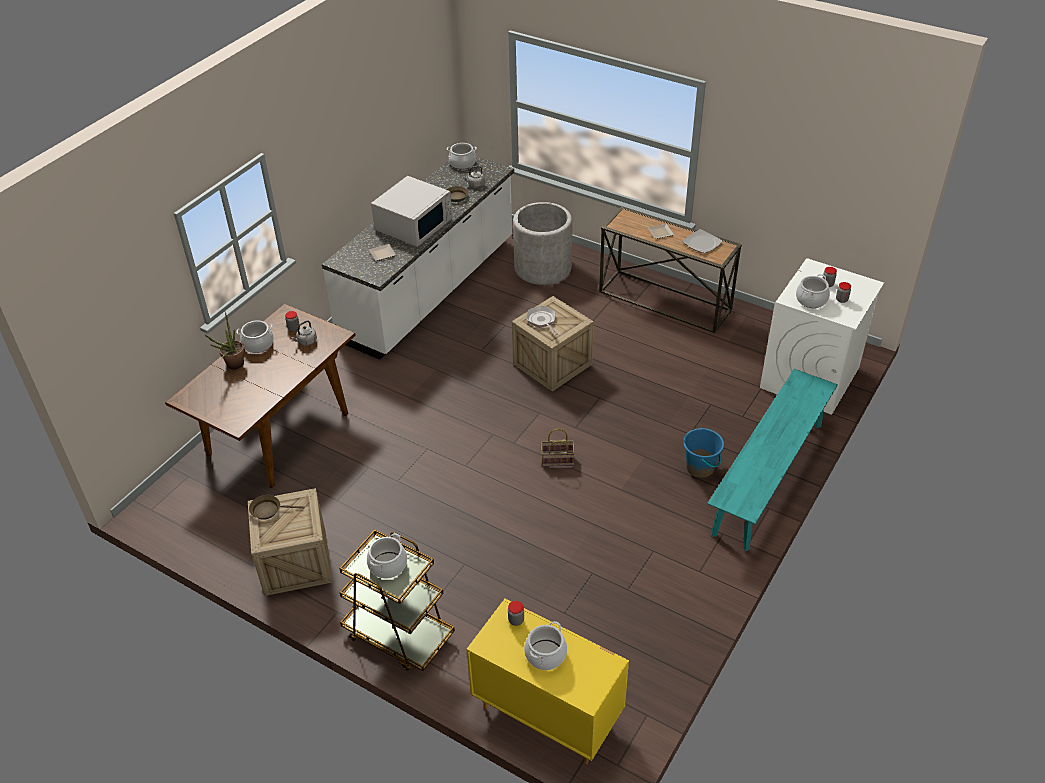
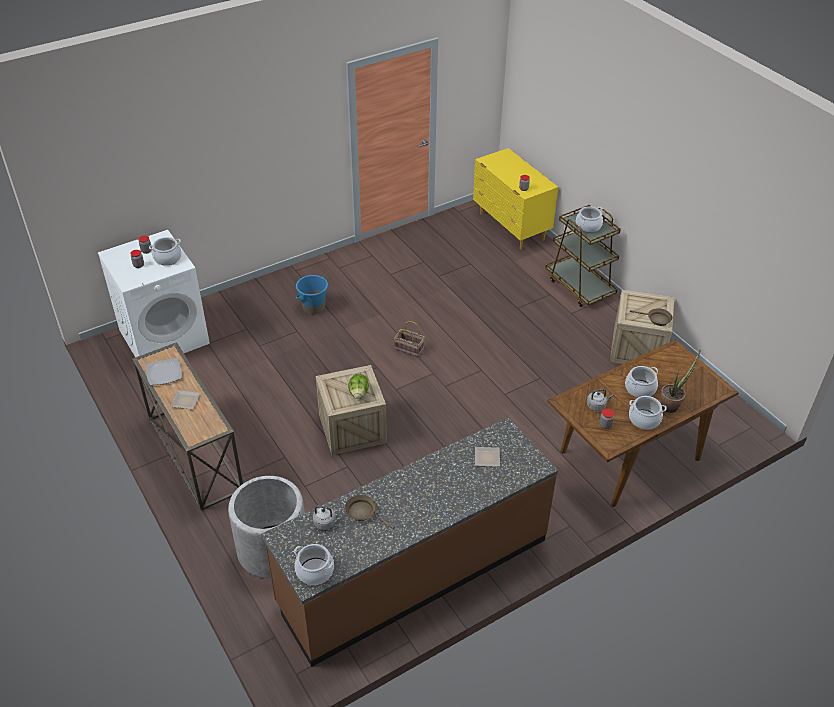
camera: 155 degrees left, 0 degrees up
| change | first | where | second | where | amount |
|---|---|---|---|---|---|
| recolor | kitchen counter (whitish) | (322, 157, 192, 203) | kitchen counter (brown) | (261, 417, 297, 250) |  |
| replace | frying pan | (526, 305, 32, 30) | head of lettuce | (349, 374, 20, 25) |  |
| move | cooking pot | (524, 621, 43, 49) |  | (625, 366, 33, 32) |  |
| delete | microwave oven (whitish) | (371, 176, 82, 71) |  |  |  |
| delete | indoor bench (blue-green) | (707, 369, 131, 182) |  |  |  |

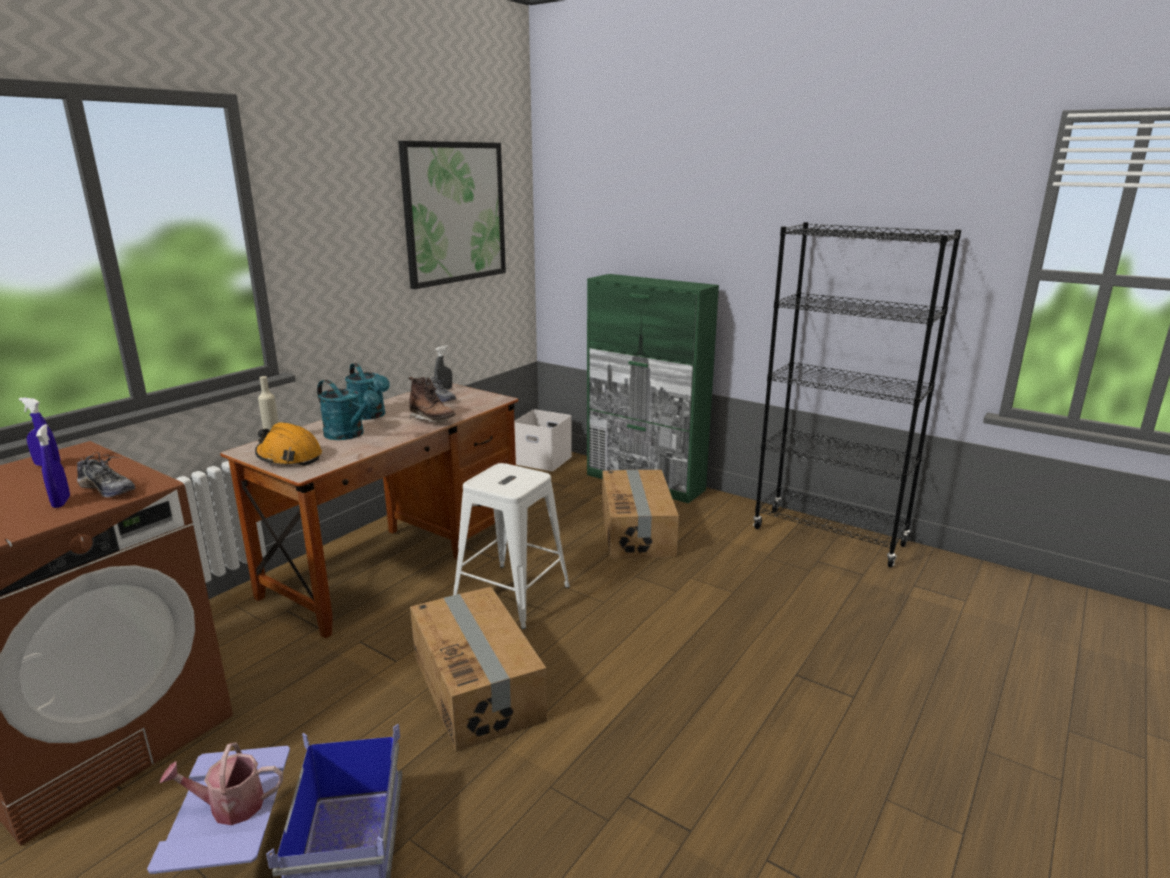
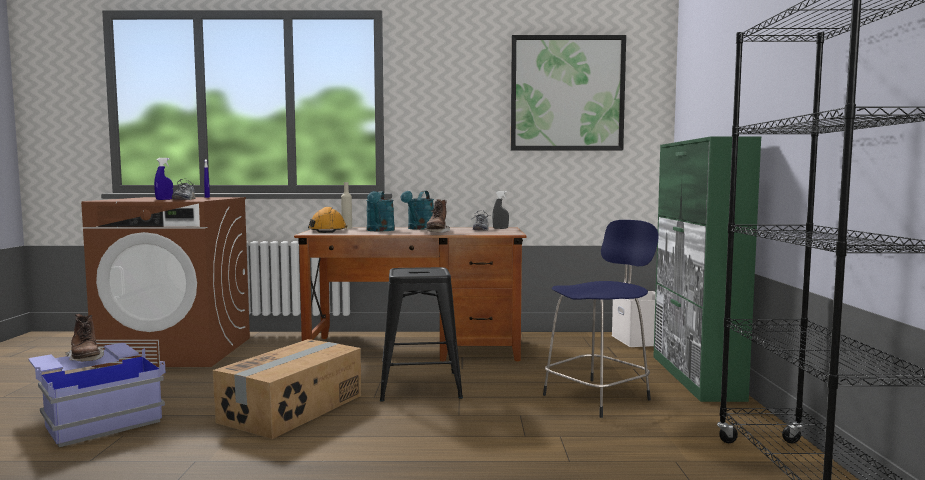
camera: 55 degrees right, 15 degrees down
| change | first | where | second | where | amount |
|---|---|---|---|---|---|
| replace | sprinkling can | (160, 742, 123, 83) | high-top boot (brown) | (66, 314, 38, 48) |  |
| recolor | stool (whitish) | (453, 463, 117, 166) | stool (black-coloured) | (380, 267, 83, 135) |  |
| replace | cardboard box | (602, 470, 77, 89) | stool (blue) | (543, 220, 116, 198) |  |

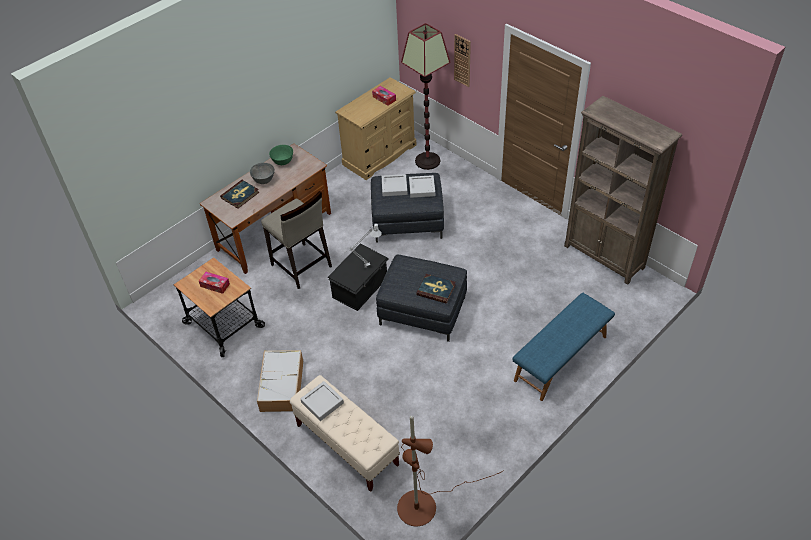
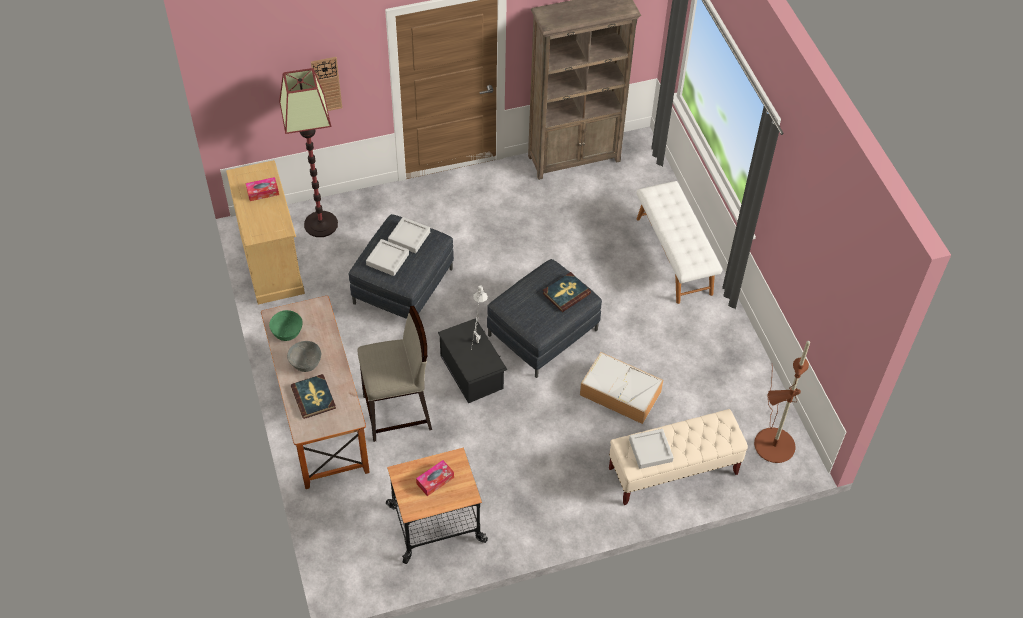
camera: 65 degrees left, 5 degrees up
| change | first | where | second | where | amount |
|---|---|---|---|---|---|
| move | storage container | (257, 350, 46, 62) |  | (580, 352, 83, 72) |  |
| recolor | indoor bench (blue) | (512, 293, 103, 108) | indoor bench (whitish) | (636, 181, 86, 123) |  |

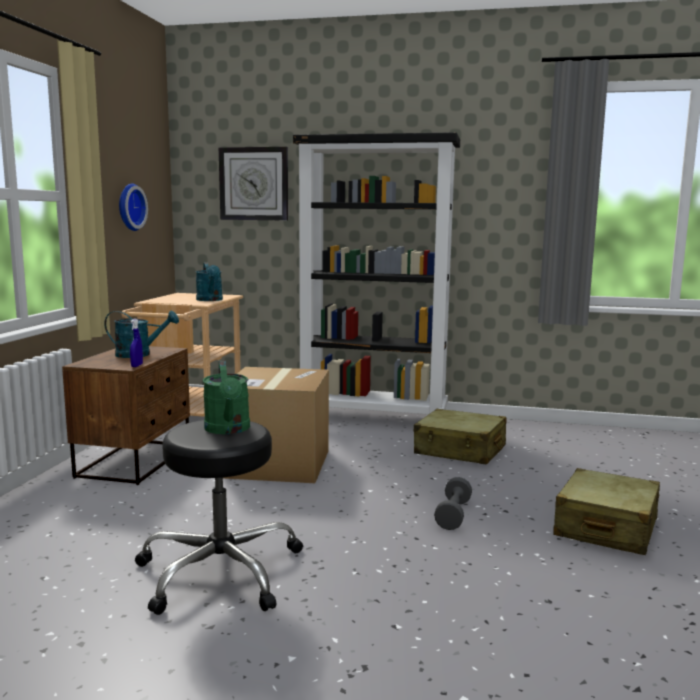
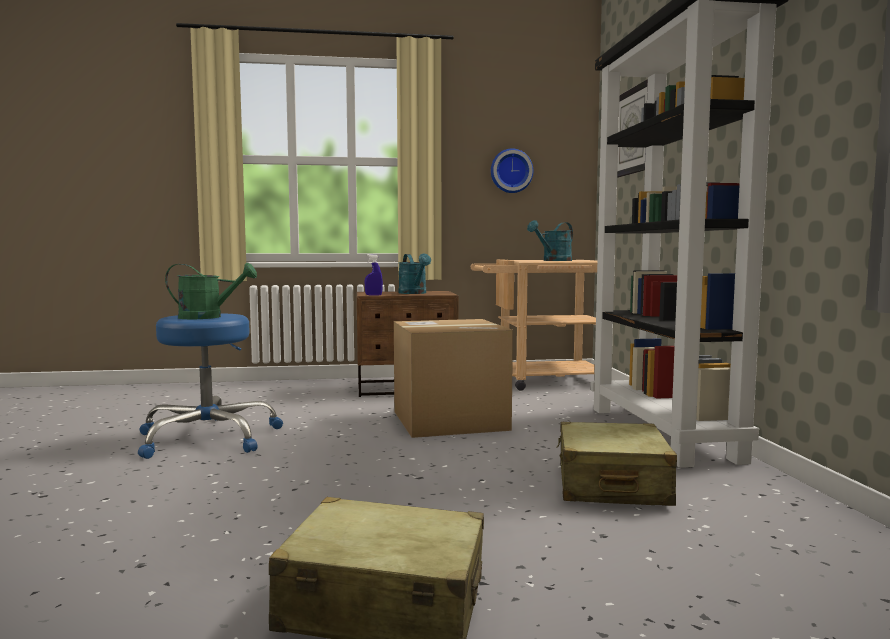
camera: 70 degrees right, 5 degrees down
| change | first | where | second | where | amount |
|---|---|---|---|---|---|
| recolor | stool (black-coloured) | (135, 420, 168, 195) | stool (blue) | (138, 313, 145, 146) |  |
| rotate | sprinkling can (green-coloured) | (203, 361, 47, 73) |  | (165, 263, 92, 56) | 150 degrees counterclockwise |
| delete | dumbbell (greyish) | (434, 477, 38, 53) |  |  |  |

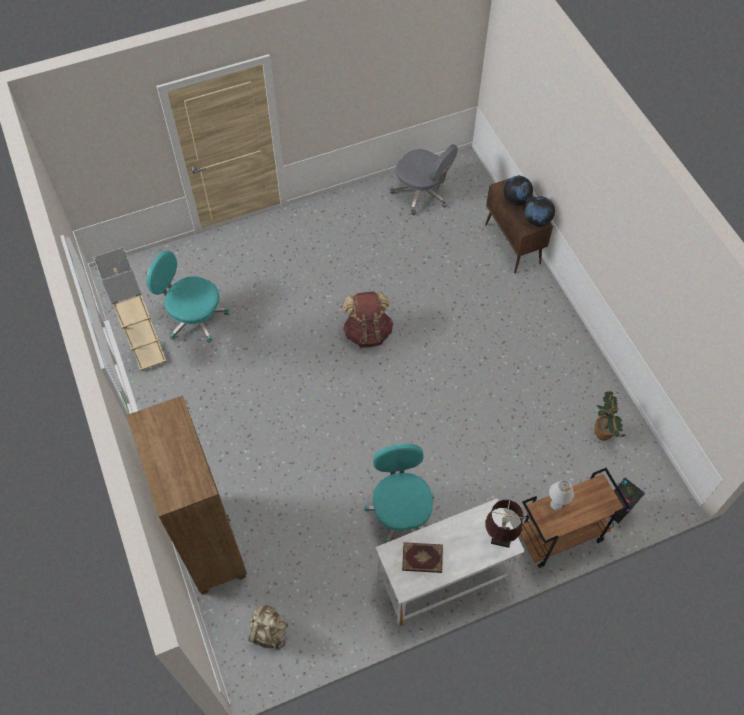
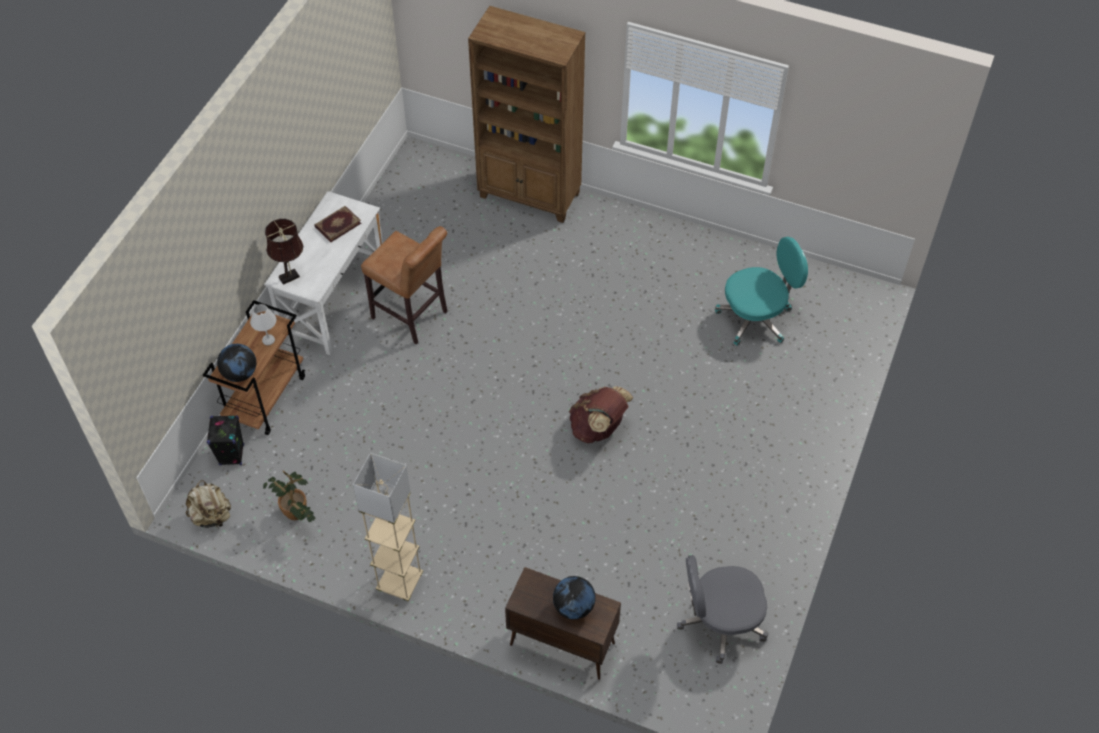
camera: 135 degrees right, 5 degrees down
| change | first | where | second | where | amount |
|---|---|---|---|---|---|
| move | rucksack (beige-coloured) | (248, 603, 40, 47) |  | (186, 480, 45, 48) |  |
| move | world globe | (525, 196, 30, 31) |  | (217, 344, 39, 38) |  |
| move | standard lamp (beige-coloured) | (93, 247, 73, 124) |  | (353, 453, 70, 149) |  |
| replace | computer chair (blue-green) | (365, 444, 69, 99) | stool (brown) | (361, 226, 87, 118) |  |

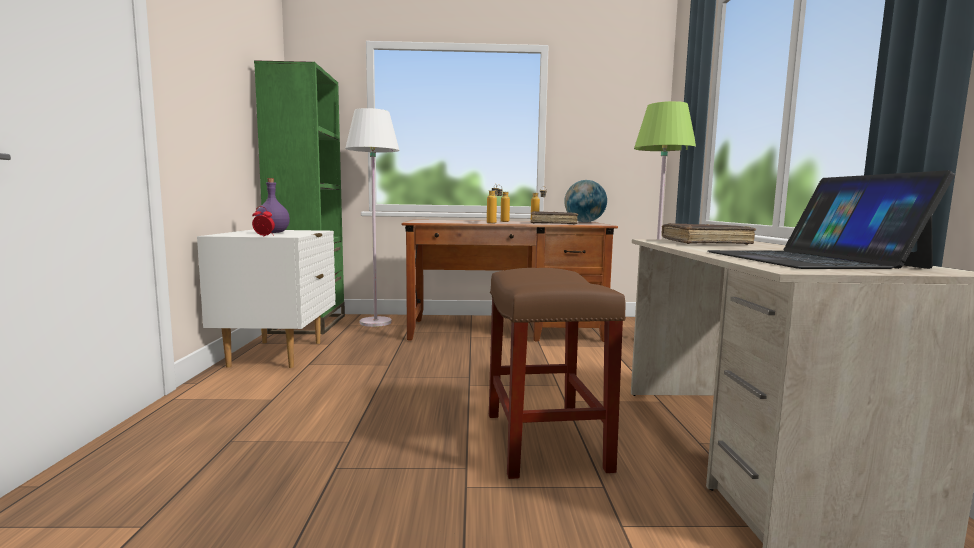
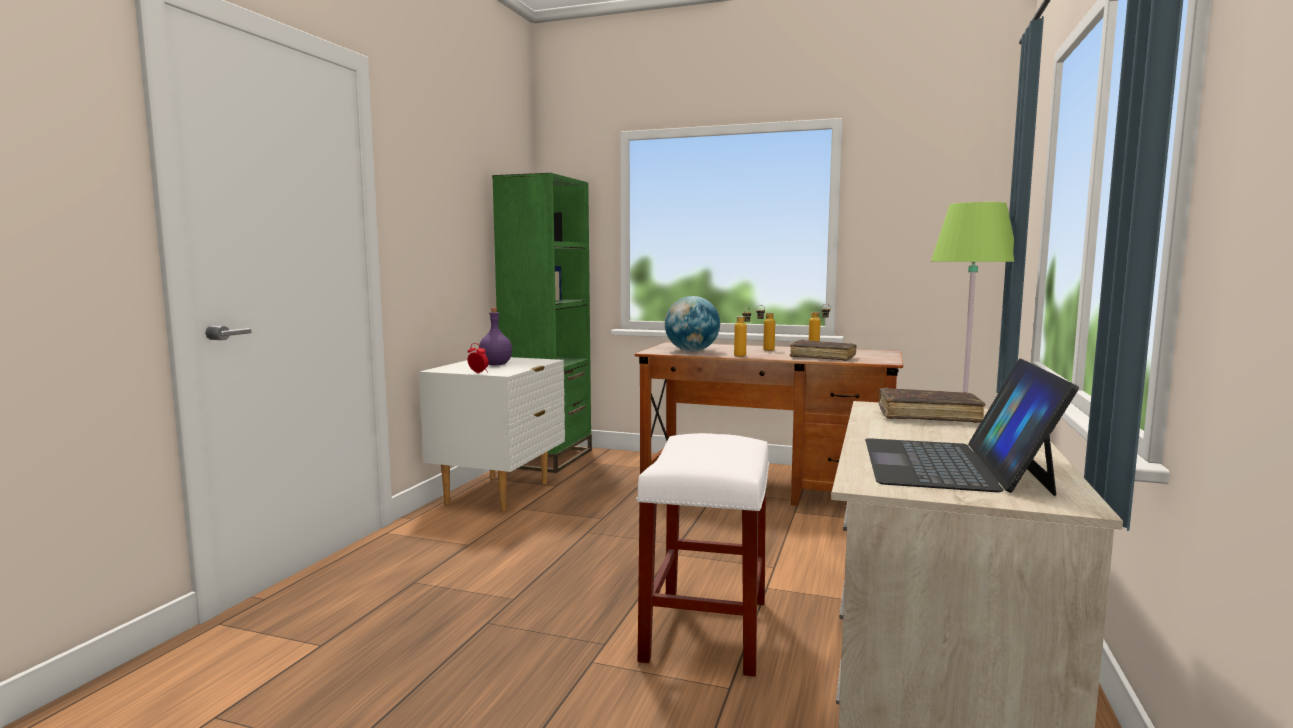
camera: 20 degrees right, 0 degrees up
| change | first | where | second | where | amount |
|---|---|---|---|---|---|
| recolor | stool (brown) | (489, 268, 137, 211) | stool (whitish) | (636, 433, 133, 244) |  |
| move | world globe | (564, 180, 43, 42) |  | (665, 296, 55, 56) |  |
| delete | standard lamp (whitish) | (345, 108, 54, 219) |  |  |  |

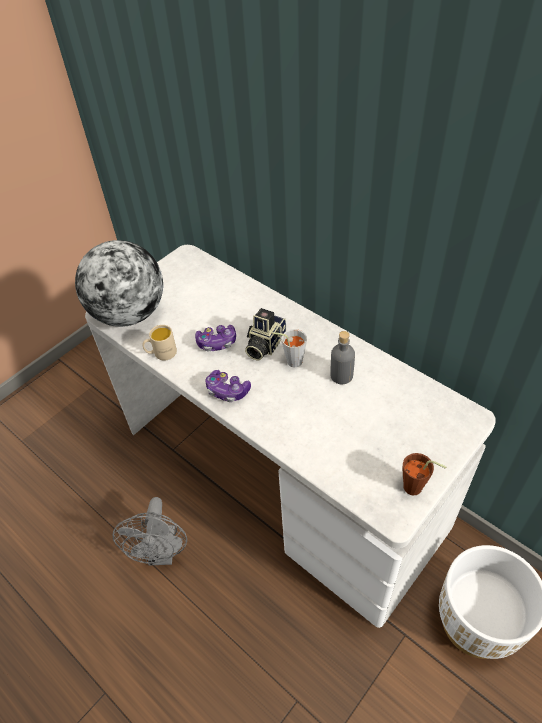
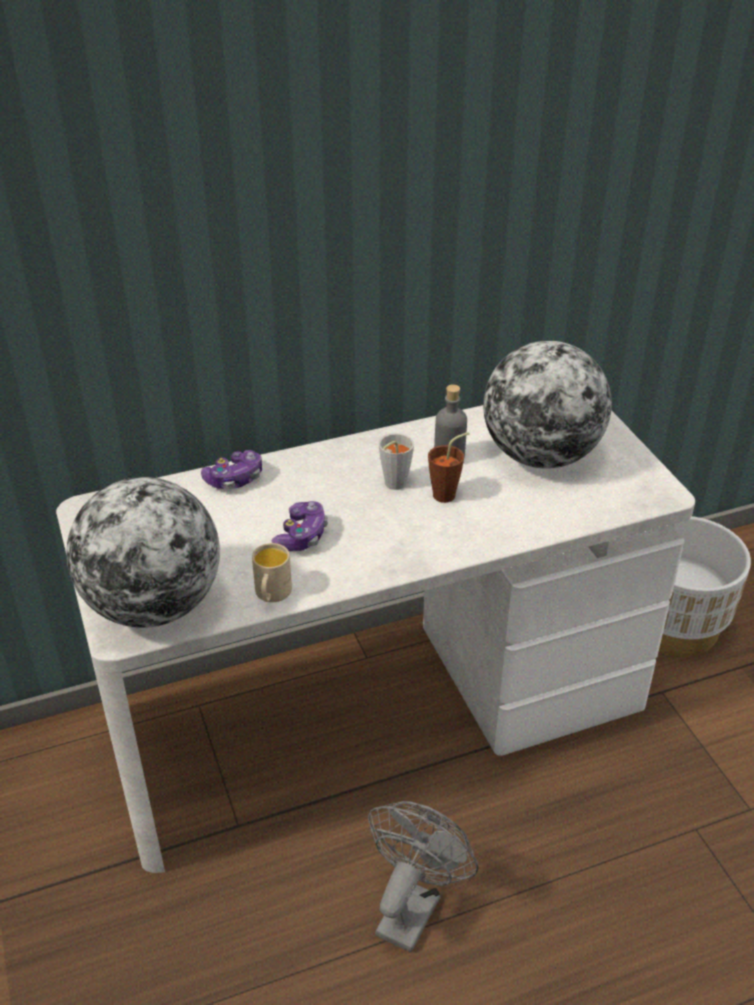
camera: 65 degrees left, 10 degrees down
| change | first | where | second | where | amount |
|---|---|---|---|---|---|
| move | gamepad | (205, 370, 46, 32) |  | (201, 450, 61, 39) |  |
| rotate | cooling fan (greyish) | (113, 497, 74, 68) |  | (368, 801, 111, 151) | 90 degrees counterclockwise |
| move | cup (brown) | (403, 453, 43, 43) |  | (428, 432, 41, 71) |  |
| insert |  |  | world globe | (483, 341, 129, 128) |  |
| delete | still camera | (245, 308, 41, 52) |  |  |  |

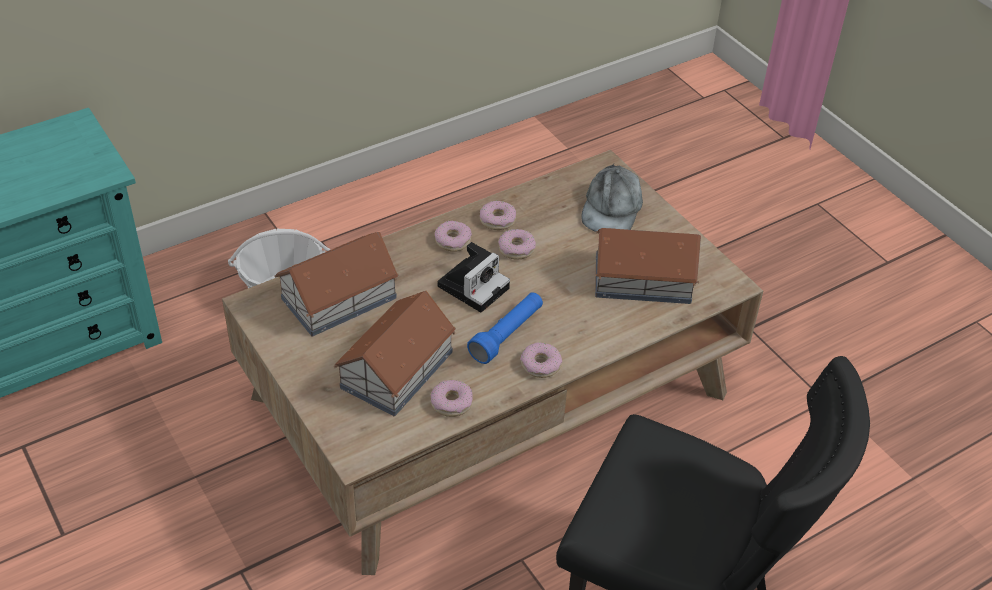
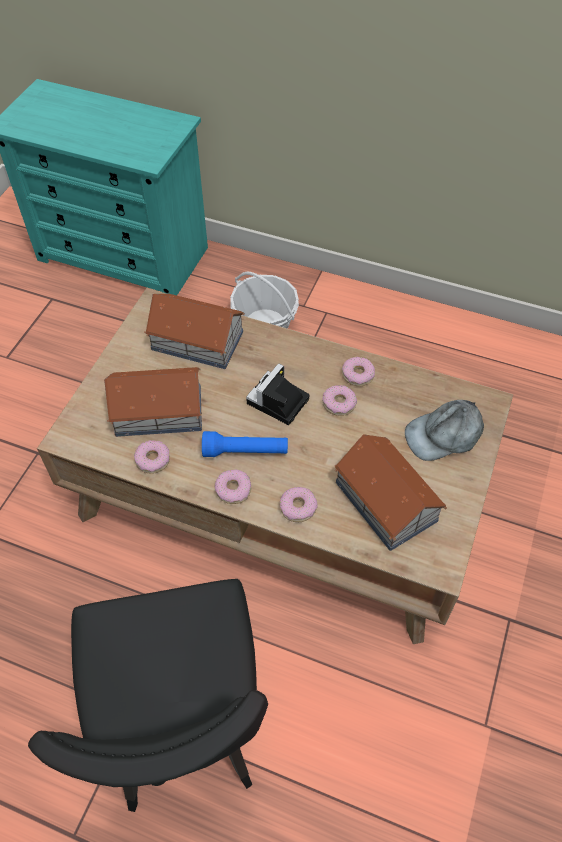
camera: 55 degrees right, 10 degrees up
| change | first | where | second | where | amount |
|---|---|---|---|---|---|
| rotate | still camera | (438, 242, 72, 71) |  | (246, 363, 63, 62) | 120 degrees clockwise |
| move | ring doughnut | (435, 221, 37, 31) |  | (280, 487, 38, 35) |  |

